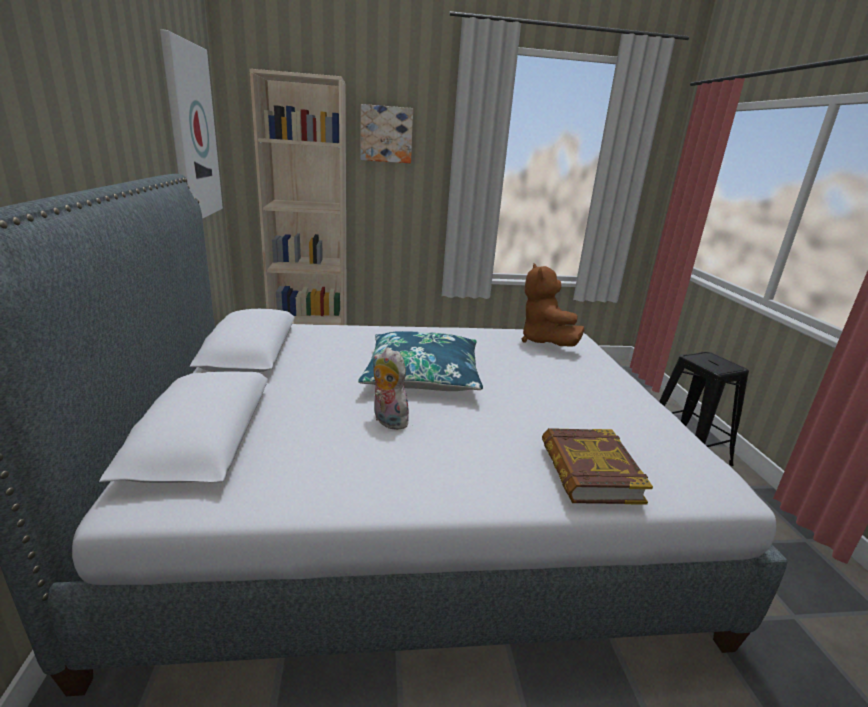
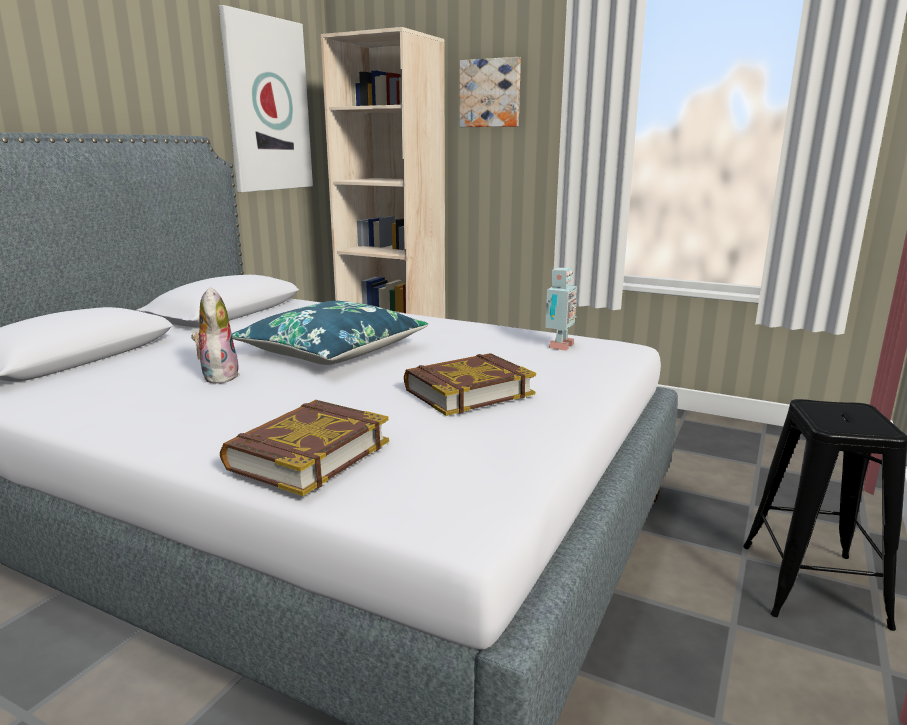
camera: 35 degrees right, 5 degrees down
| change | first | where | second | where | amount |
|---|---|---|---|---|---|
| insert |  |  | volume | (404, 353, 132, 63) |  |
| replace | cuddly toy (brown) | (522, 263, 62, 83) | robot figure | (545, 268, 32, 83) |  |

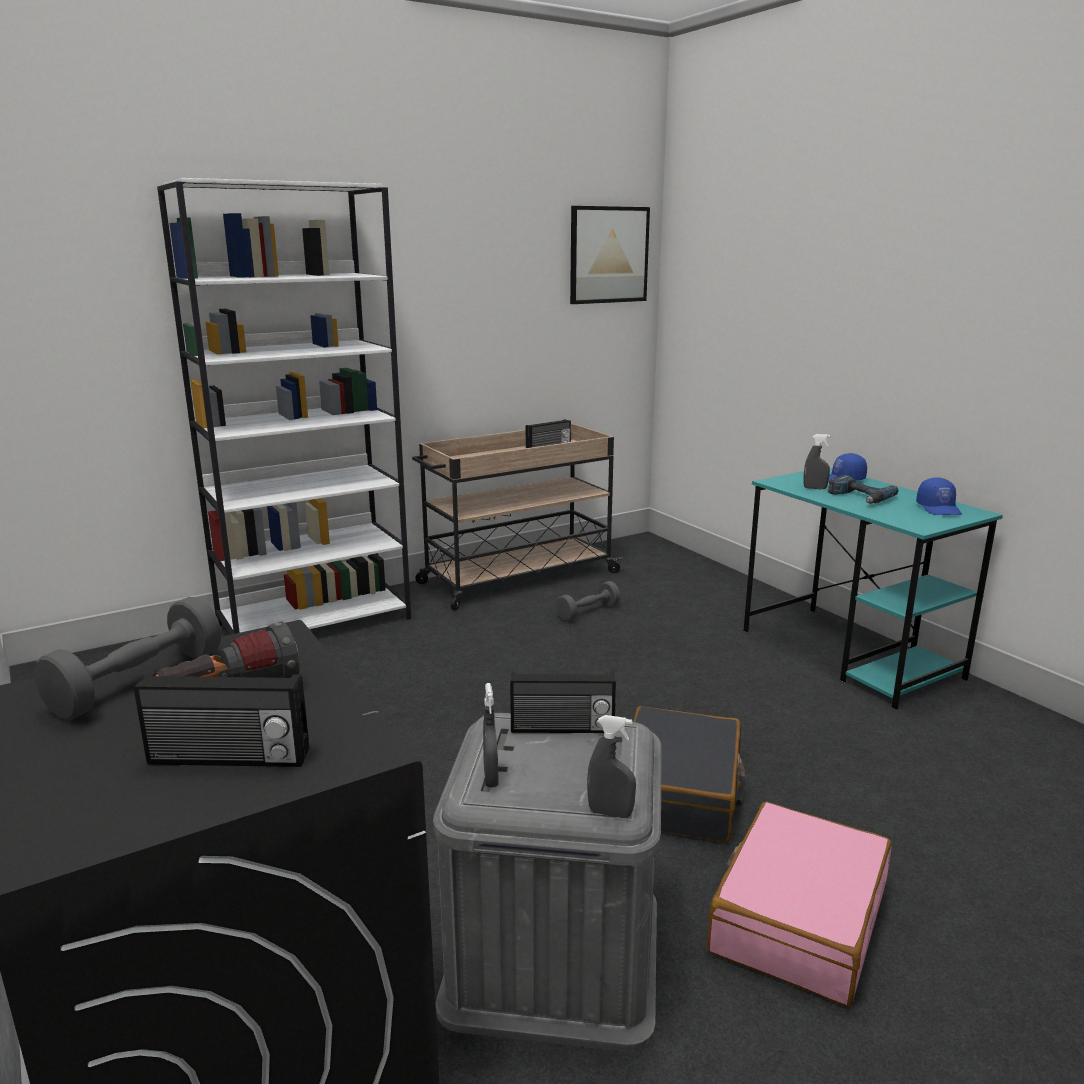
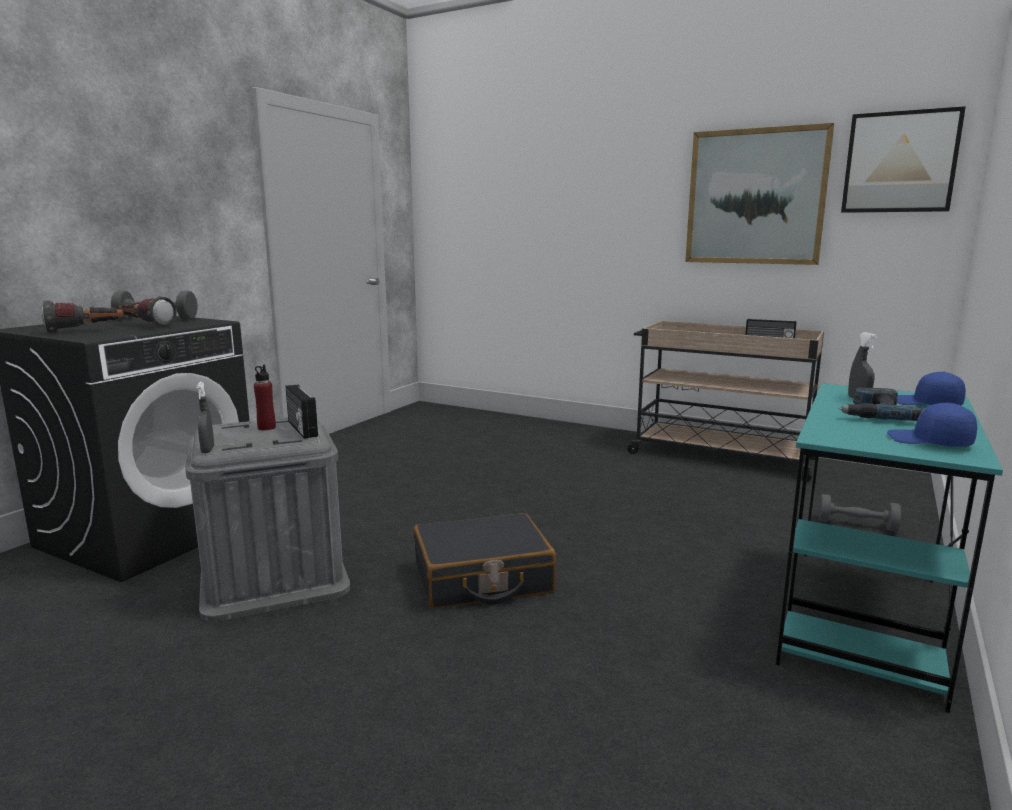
camera: 60 degrees right, 5 degrees down
| change | first | where | second | where | amount |
|---|---|---|---|---|---|
| replace | radio set | (134, 672, 175, 95) | hand torch | (41, 300, 83, 33) |  |
| insert |  |  | drink bottle (red) | (254, 365, 22, 65) |  |
| insert |  |  | wall picture | (685, 123, 149, 142) |  |
| move | dumbbell (greyish) | (556, 581, 64, 40) |  | (818, 494, 83, 38) |  |
| rotate | baseball cap (blue) | (916, 477, 46, 38) |  | (887, 403, 90, 44) | 75 degrees clockwise |
| delete | shelving unit (whitish) | (157, 178, 254, 457) |  |  |  |
| delete | sprayer (greyish) | (483, 683, 16, 104) |  |  |  |
| delete | suitcase (pinkish) | (707, 802, 185, 204) |  |  |  |

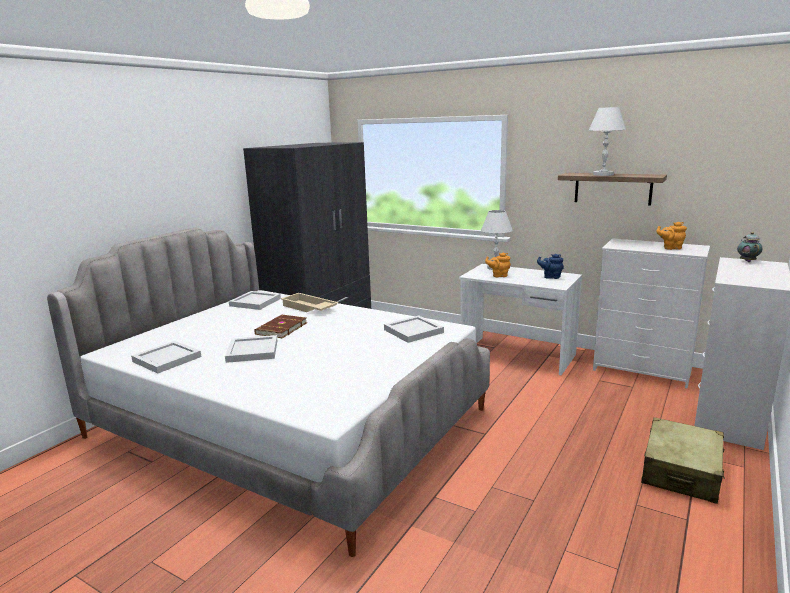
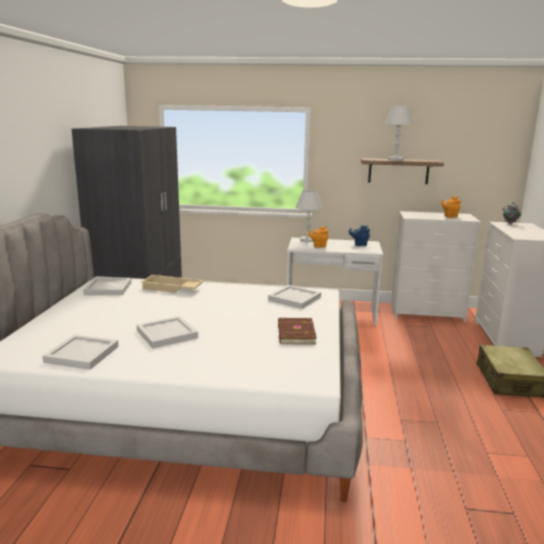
camera: 25 degrees left, 0 degrees up
| change | first | where | second | where | amount |
|---|---|---|---|---|---|
| move | volume (brown) | (254, 315, 53, 23) |  | (278, 318, 39, 27) |  |

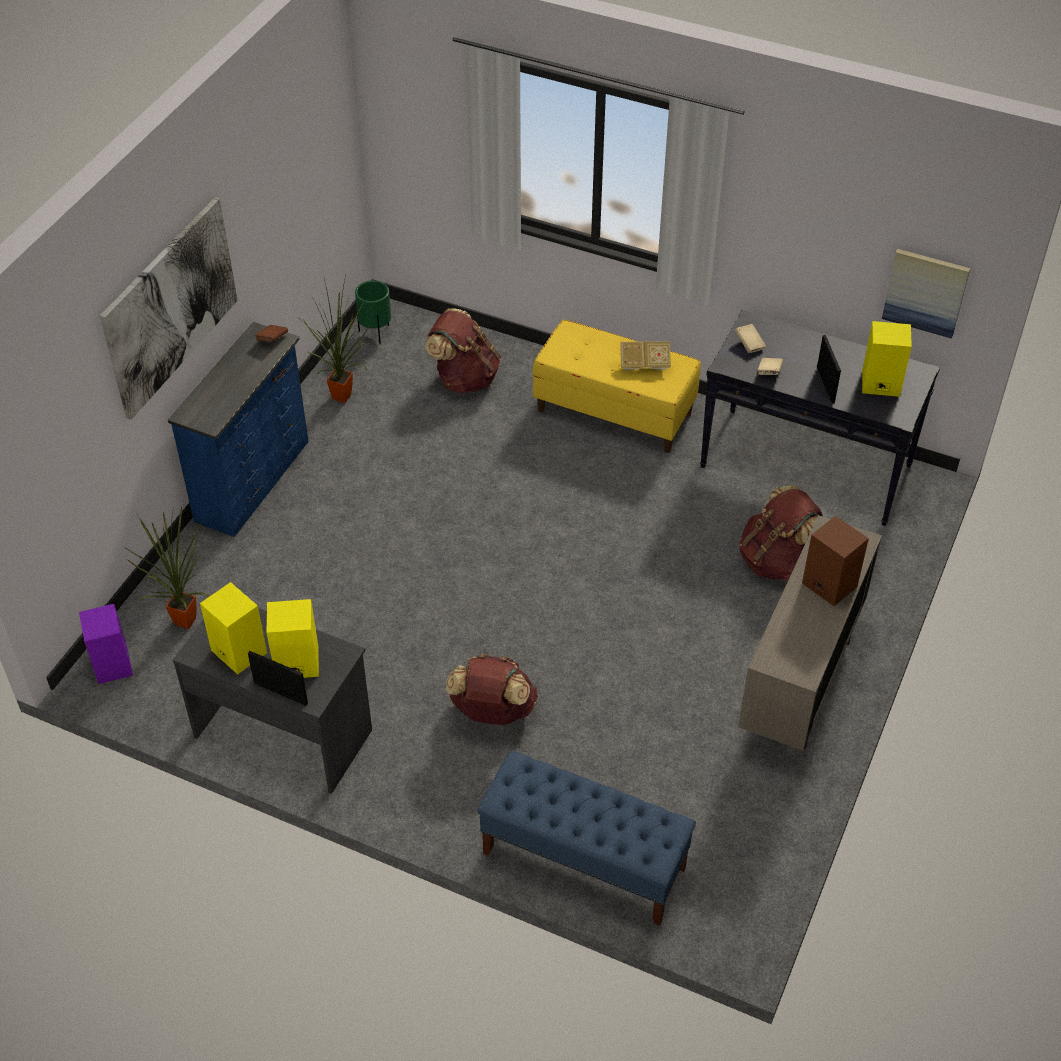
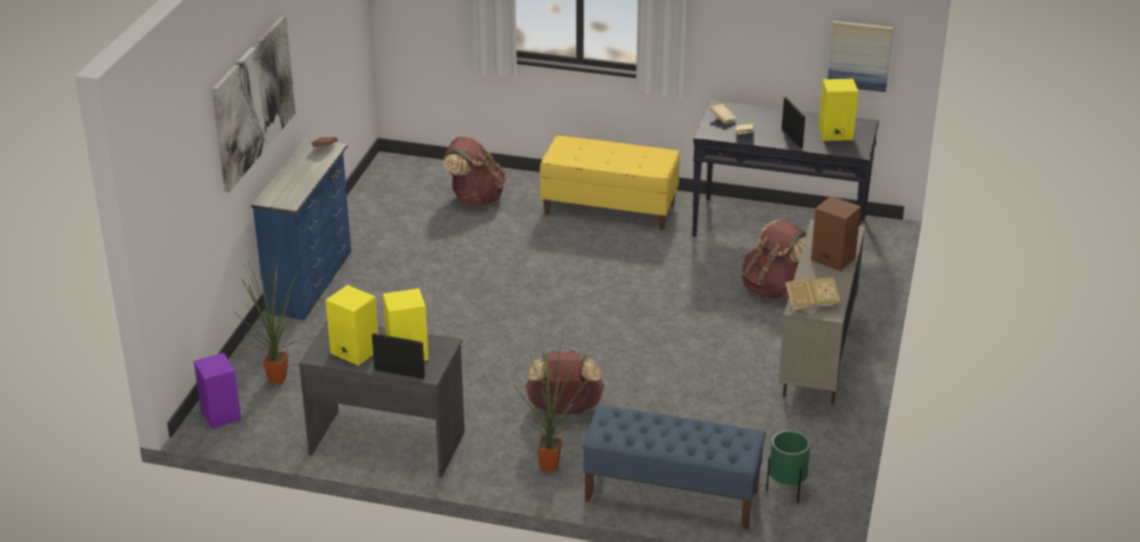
camera: 10 degrees left, 15 degrees down
| change | first | where | second | where | amount |
|---|---|---|---|---|---|
| move | potted plant | (300, 275, 70, 128) |  | (513, 330, 72, 142) |  |
| move | flower pot (green-coloured) | (355, 281, 36, 63) |  | (766, 431, 45, 71) |  |
| move | volume | (620, 341, 51, 30) |  | (785, 277, 55, 34) |  |

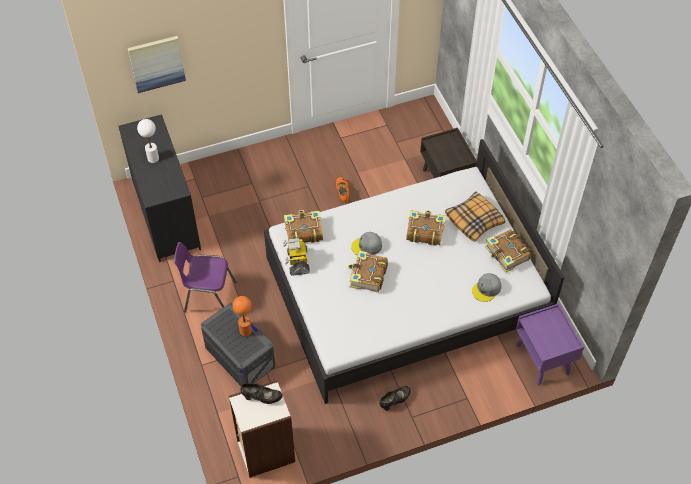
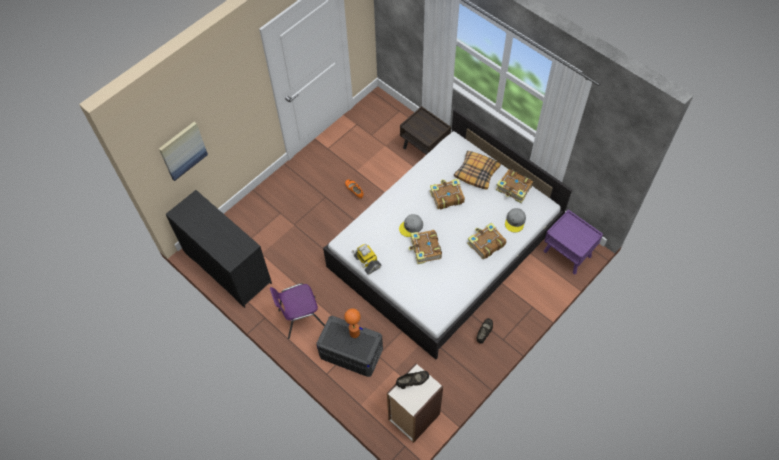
camera: 25 degrees left, 5 degrees up
| change | first | where | second | where | amount |
|---|---|---|---|---|---|
| move | volume | (284, 210, 39, 33) |  | (467, 223, 39, 36) |  |
| delete | lamp for a table (whitish) | (137, 119, 22, 44) |  |  |  |

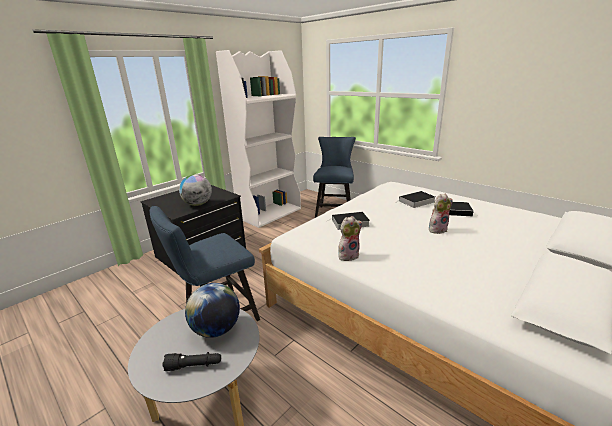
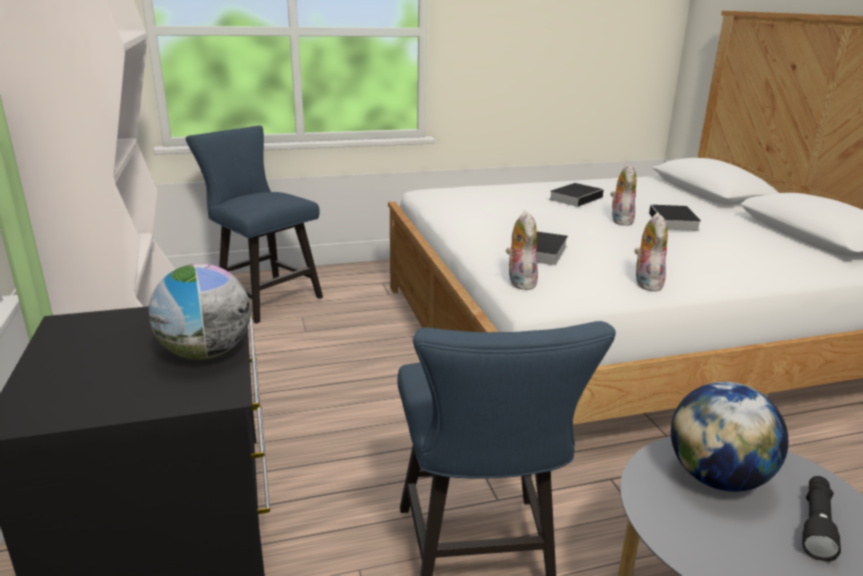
camera: 60 degrees left, 0 degrees up
| change | first | where | second | where | amount |
|---|---|---|---|---|---|
| insert |  |  | cuddly toy | (506, 211, 32, 79) |  |
| move | volume | (395, 191, 40, 17) |  | (649, 205, 52, 26) |  |

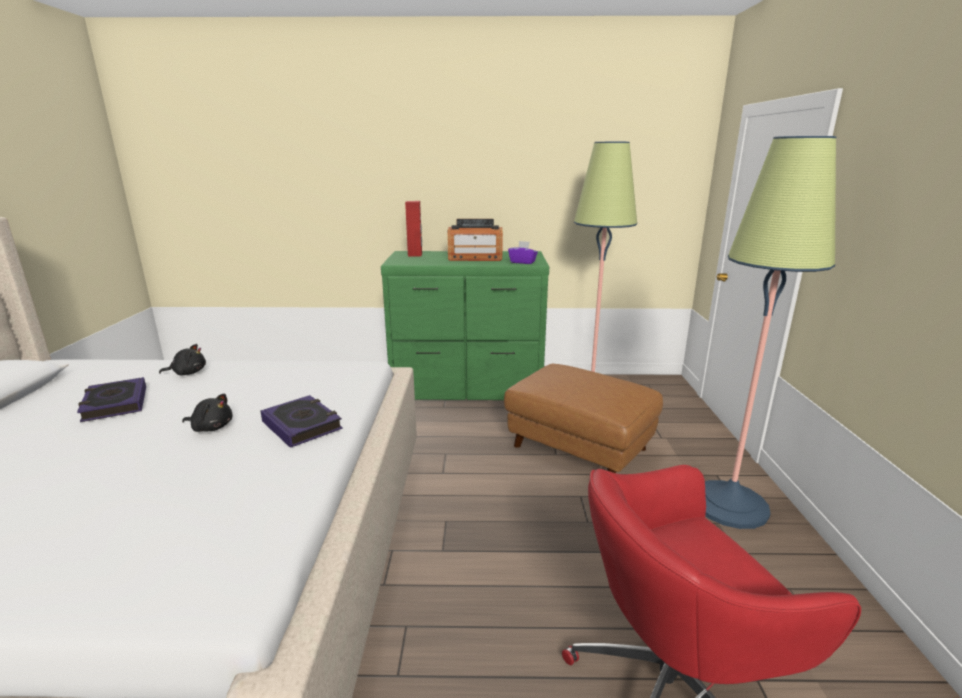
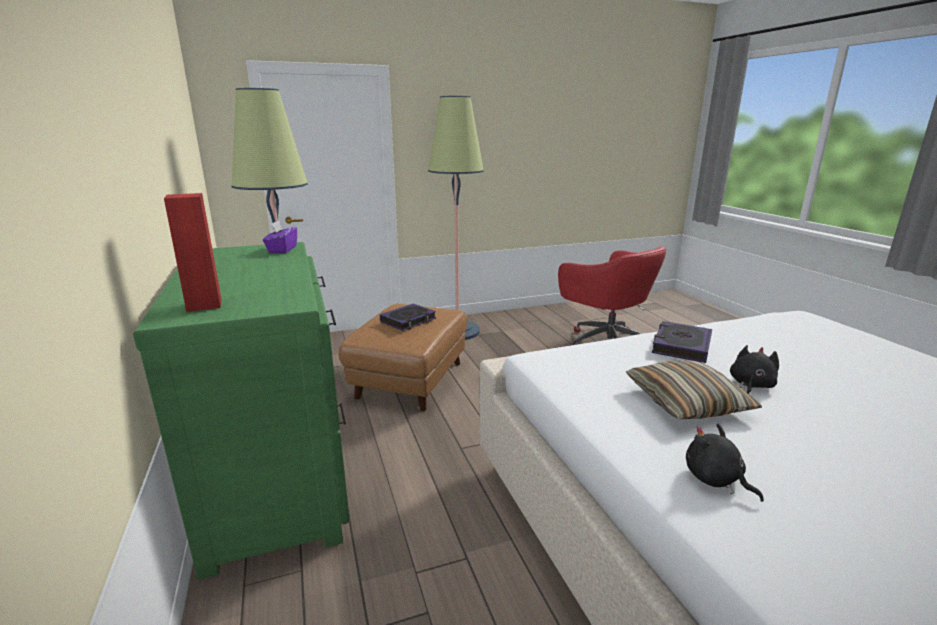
camera: 110 degrees left, 0 degrees up
| change | first | where | second | where | amount |
|---|---|---|---|---|---|
| move | volume | (77, 377, 69, 45) |  | (380, 304, 56, 27) |  |
| insert |  |  | cushion | (626, 361, 136, 58) |  |
| rotate | cuddly toy (black-coloured) | (182, 393, 50, 39) |  | (730, 345, 49, 49) | 45 degrees clockwise |
| delete | radio set | (448, 219, 55, 42) |  |  |  |

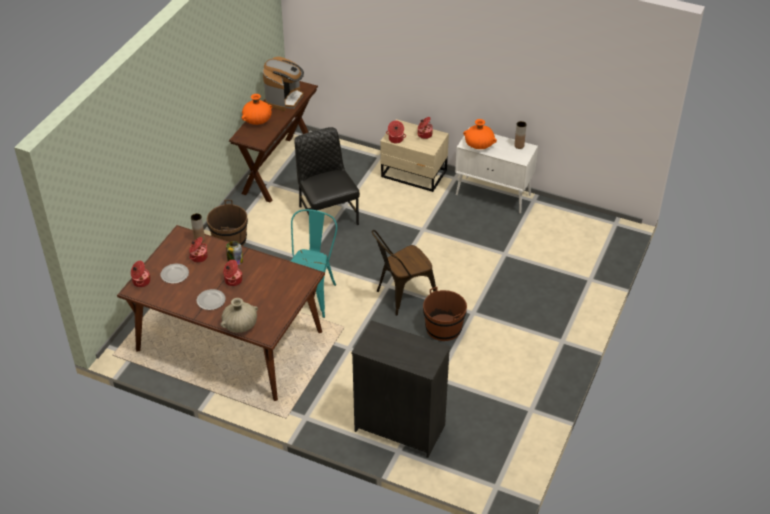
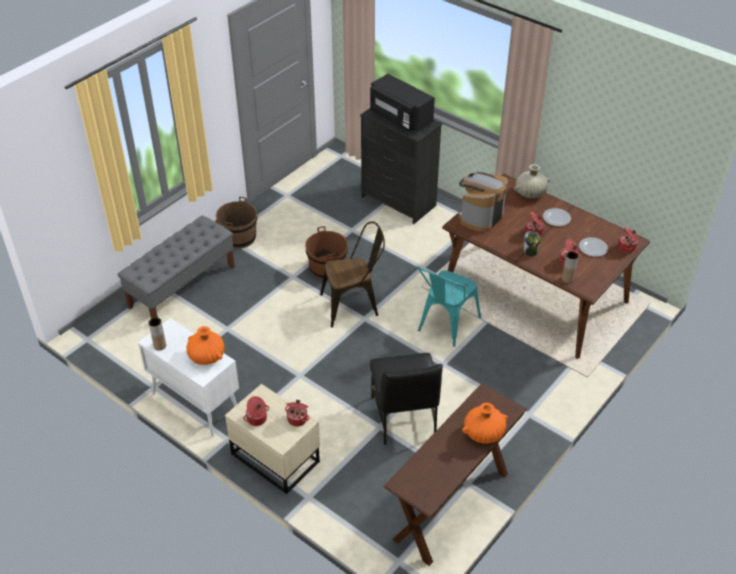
camera: 165 degrees left, 0 degrees up
| change | first | where | second | where | amount |
|---|---|---|---|---|---|
| insert |  |  | indoor bench (greyish) | (118, 215, 117, 104) |  |
| move | bucket (brown) | (207, 200, 41, 46) |  | (216, 197, 41, 52) |  |
| insert |  |  | microwave oven (black-coloured) | (370, 74, 65, 58) |  |
| move | coffee maker | (263, 57, 41, 54) |  | (458, 172, 50, 60) |  |

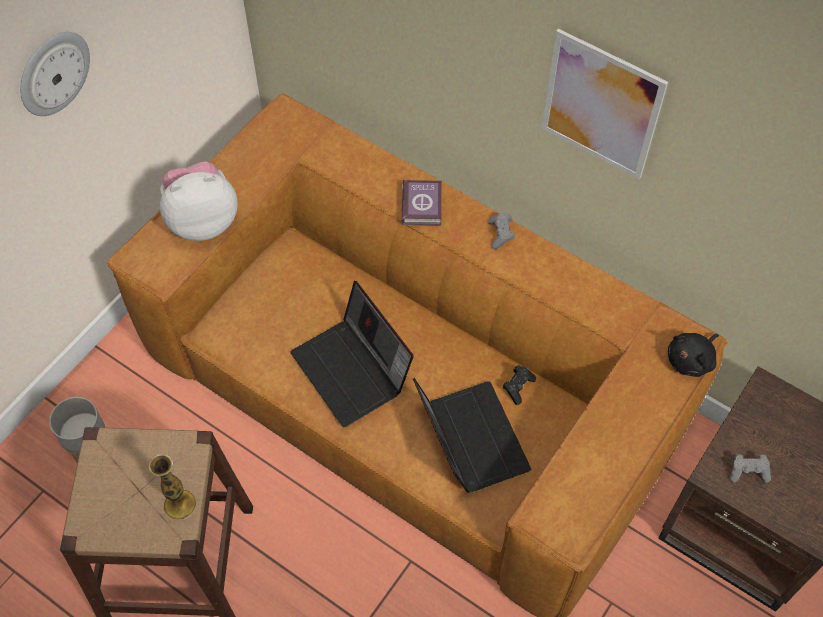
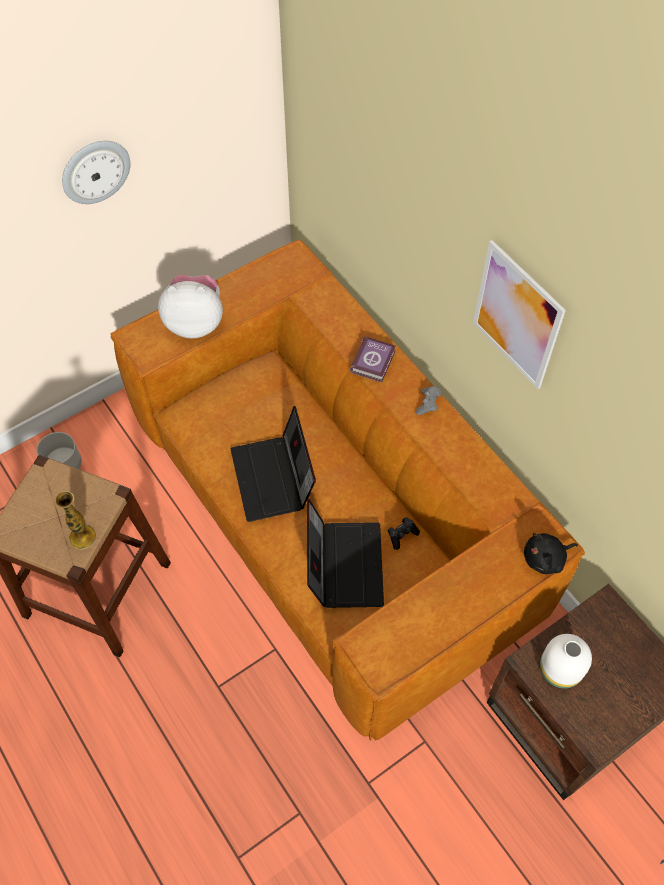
camera: 20 degrees right, 0 degrees up
| change | first | where | second | where | amount |
|---|---|---|---|---|---|
| replace | gamepad (greyish) | (729, 454, 42, 29) | decorative vase (whitish) | (540, 634, 52, 55) |  |

